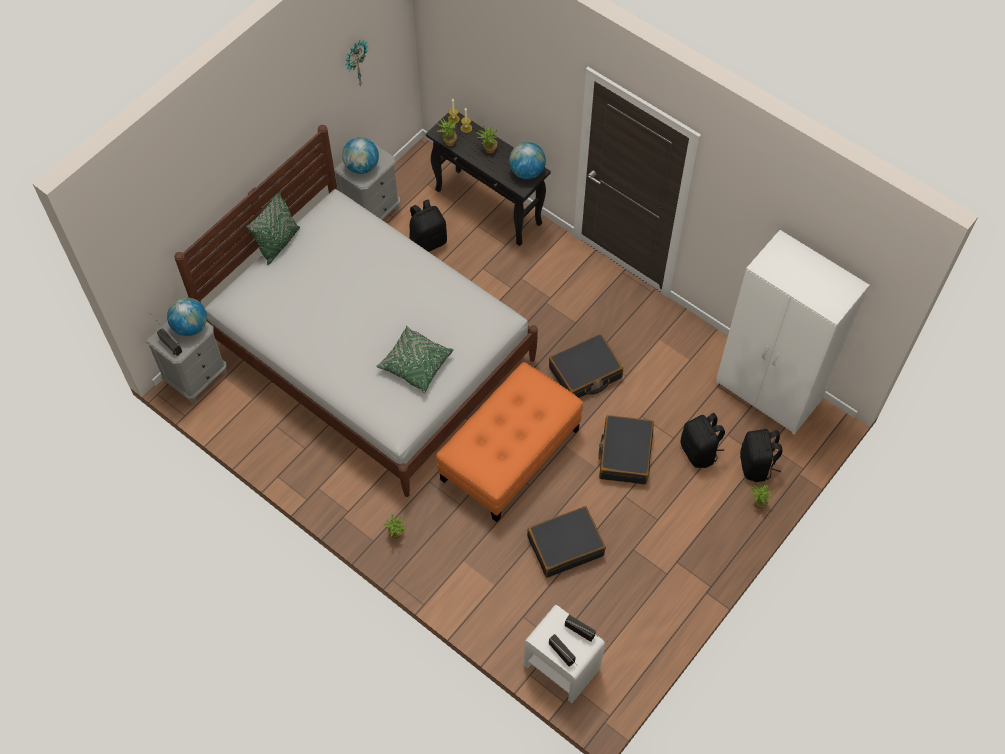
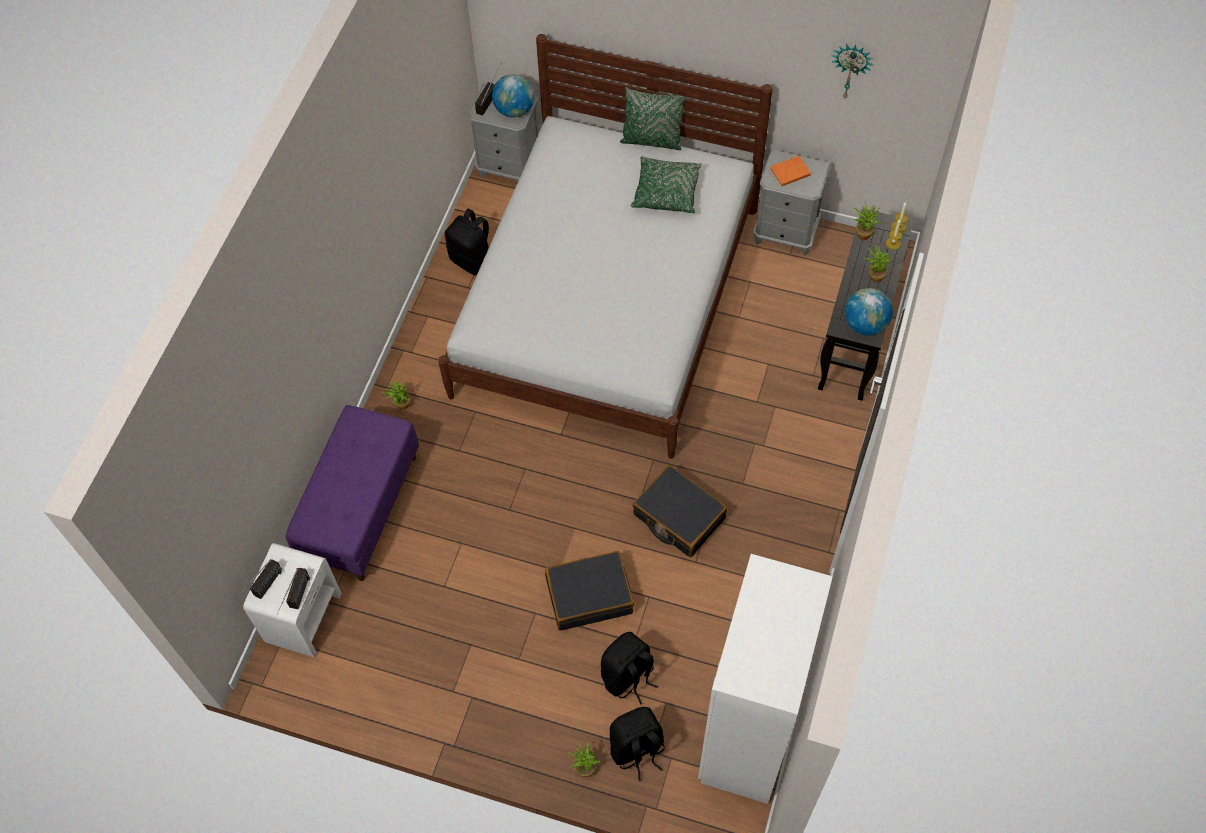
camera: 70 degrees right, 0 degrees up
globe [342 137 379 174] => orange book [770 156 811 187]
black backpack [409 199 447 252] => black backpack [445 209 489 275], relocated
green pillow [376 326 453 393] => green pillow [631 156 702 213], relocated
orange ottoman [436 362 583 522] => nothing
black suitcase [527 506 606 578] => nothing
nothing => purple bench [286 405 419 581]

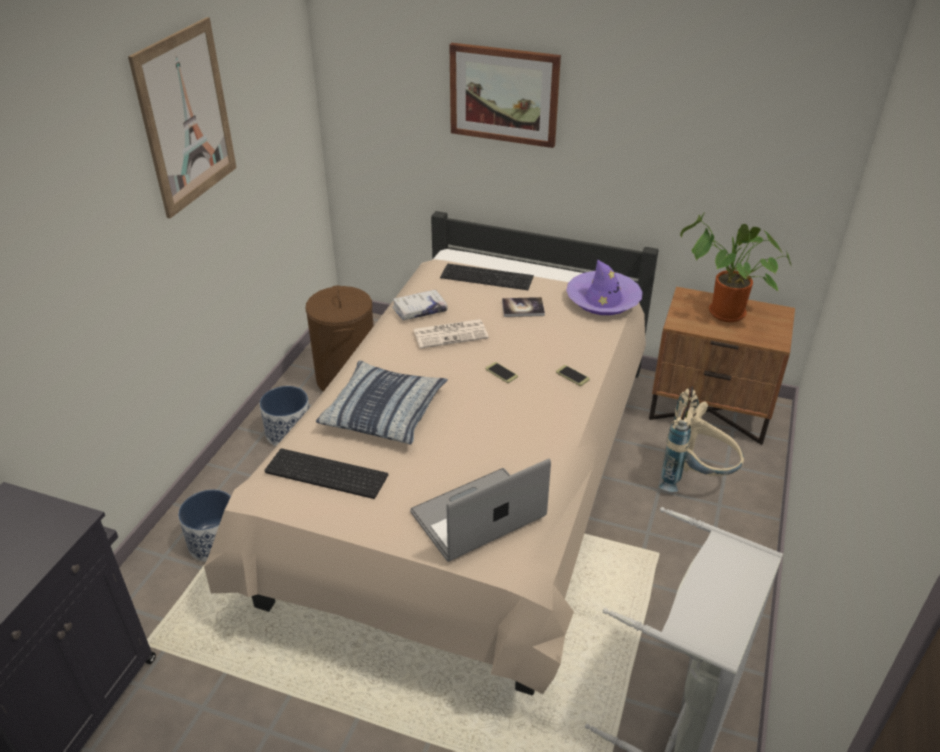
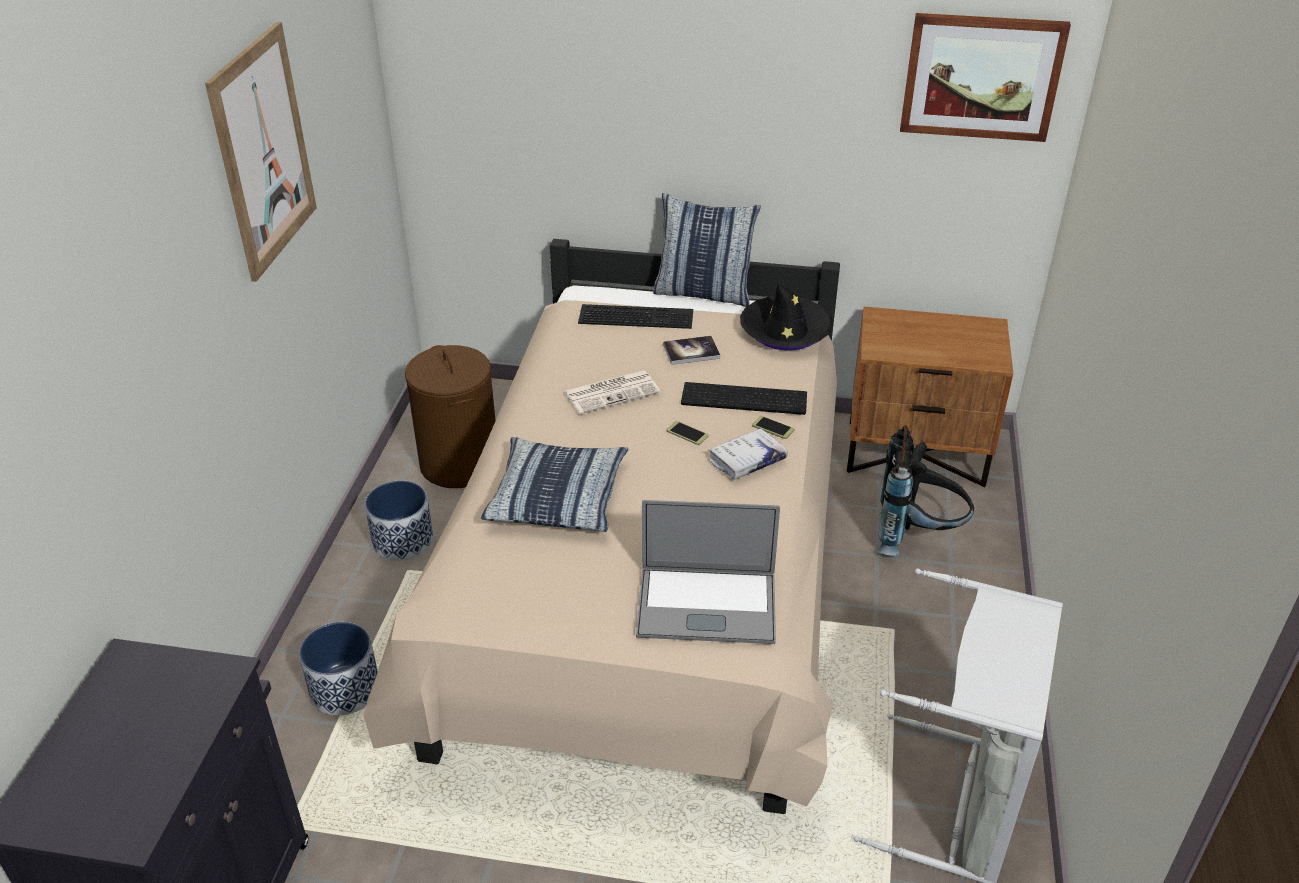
camera: 10 degrees left, 0 degrees up
picture [449 43 561 148] => picture [900 13 1071 142], relocated
potted plant [680 212 791 322] => nothing
purple hat [566 260 642 315] => black hat [740 284 833 351]
white book [392 290 448 320] => white book [708 428 788 480], relocated
beige backpack [659 386 744 492] => black backpack [877 425 974 555]
keyboard [264 448 388 499] => keyboard [681 382 807 415], relocated
laptop [410 459 551 562] => laptop [636 500 780 644], 135 degrees counterclockwise
nothing => pillow [653 193 761 307]

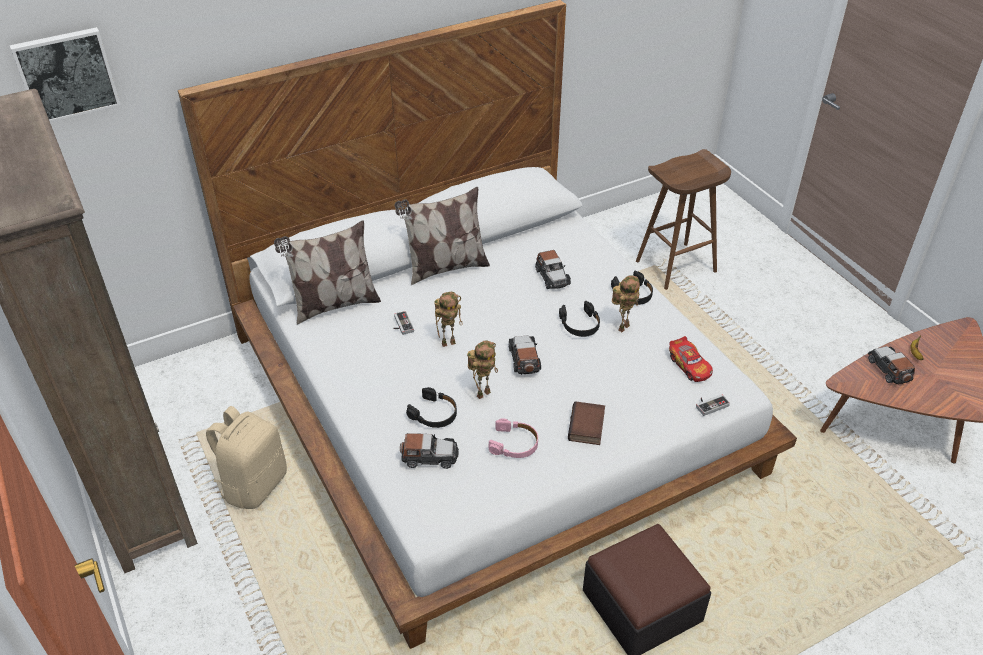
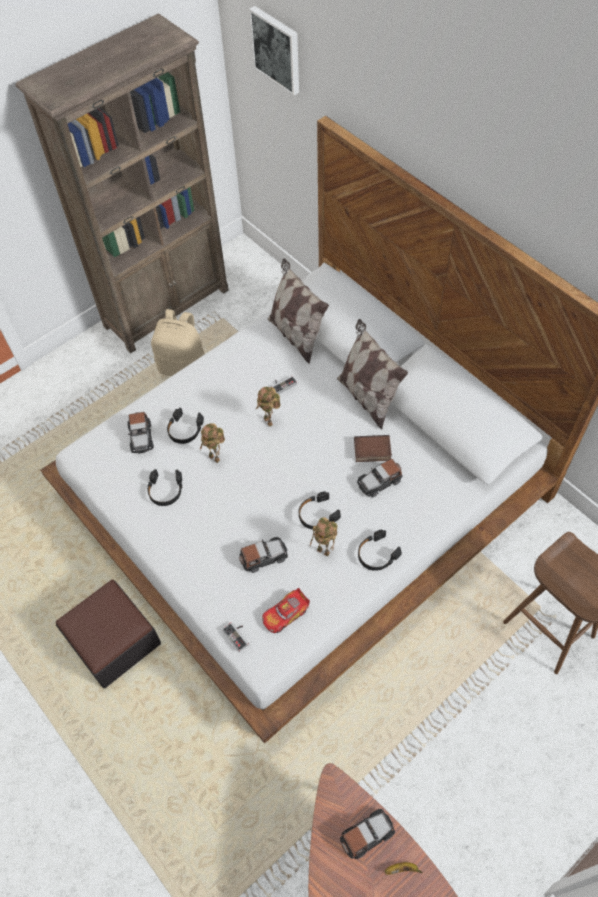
camera: 80 degrees right, 15 degrees up
toy car [509 335 541 375] => toy car [239 537 288 573], relocated
book [568 401 605 445] => book [354 435 392 462], relocated
pink headphones [488 419 538 458] => black headphones [147 469 182 506]

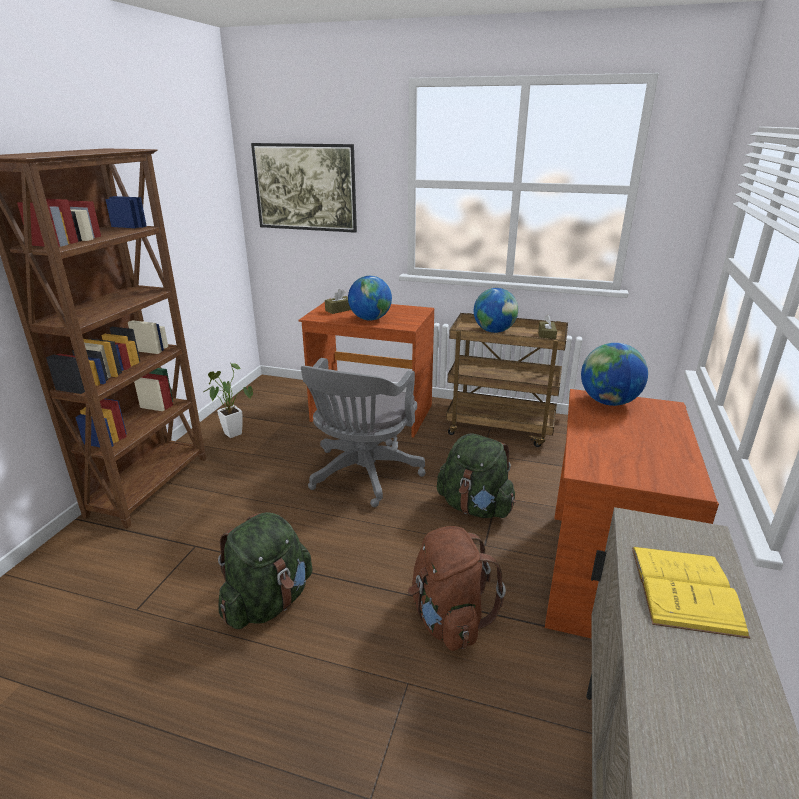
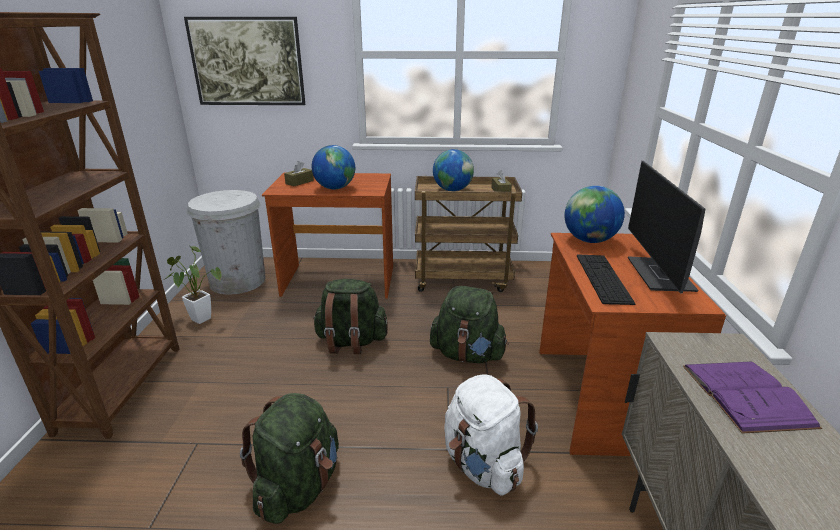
camera: 15 degrees left, 0 degrees up
grey office chair [301 358 426 507] => green backpack [312 279 388 354]
brown backpack [408 526 506 651] => white backpack [444 375 538 495]
yellow book [632 547 750 639] => purple book [683 361 822 434]
nothing => monitor [628 161 705 294]
nothing => white trash can [187 190 266 295]
nothing => keyboard [577 254 636 305]

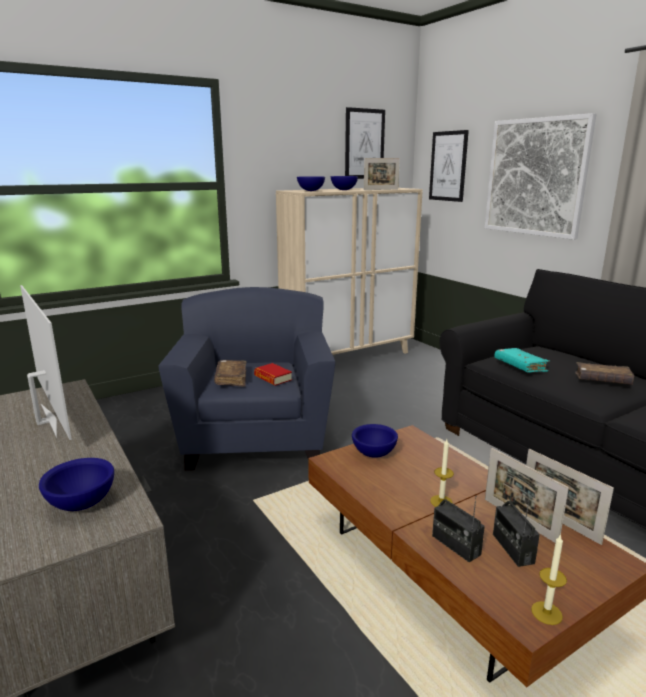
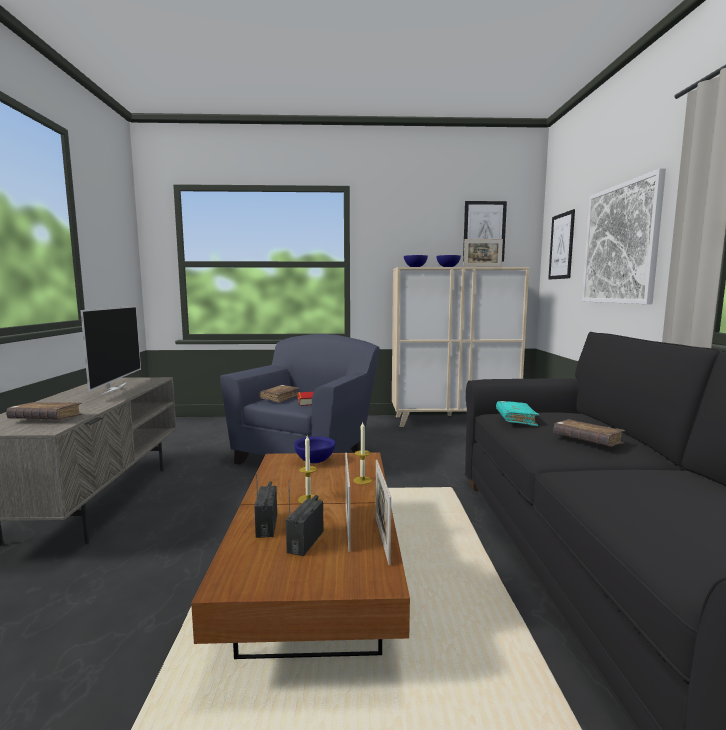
camera: 30 degrees right, 10 degrees down
blue bowl [39 458 114 511] => brown book [6 402 83 420]
candle [531 534 567 625] => candle [353 421 372 484], relocated

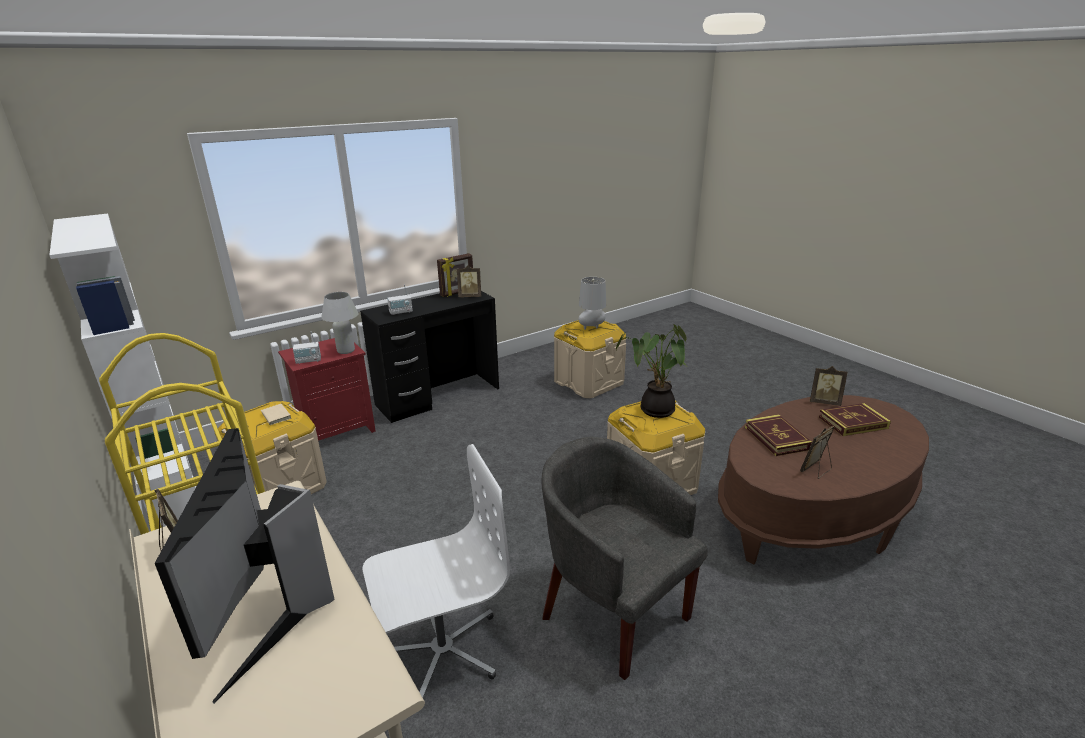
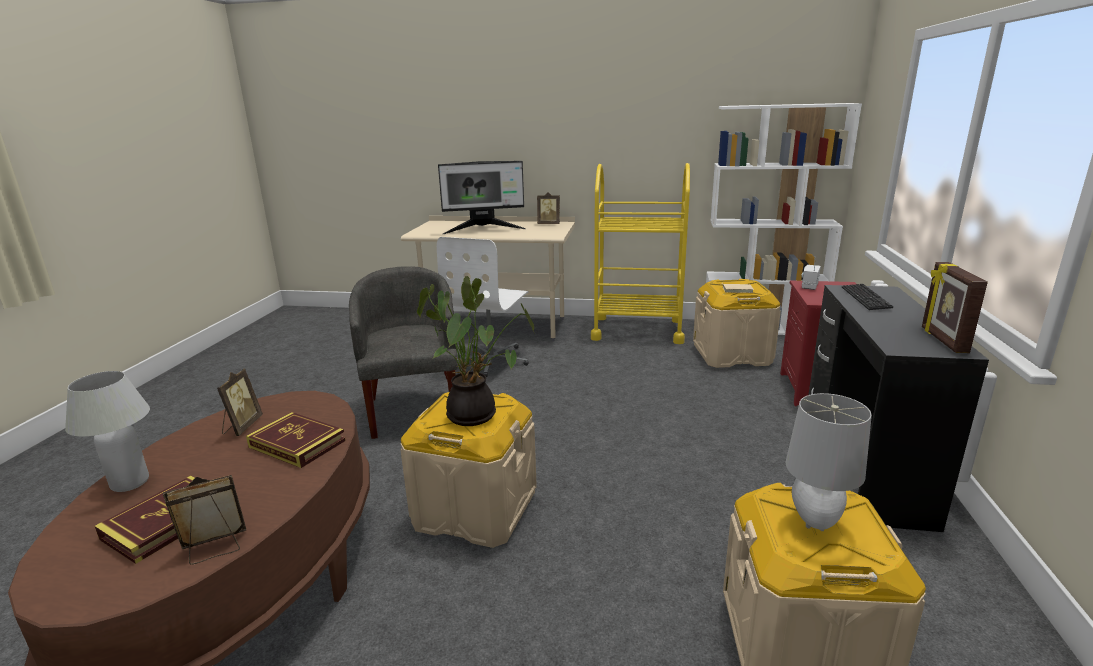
camera: 135 degrees right, 5 degrees down
picture frame [457 265 481 297] => nothing
radio [387 285 413 315] => keyboard [842 284 893 310]
white table lamp [321 292 359 354] => white table lamp [65 371 150 492], relocated
monitor [155 428 335 704] => monitor [438 161 526 234], 135 degrees clockwise
grey armchair [541 437 708 680] => grey armchair [349 266 458 439], 105 degrees counterclockwise

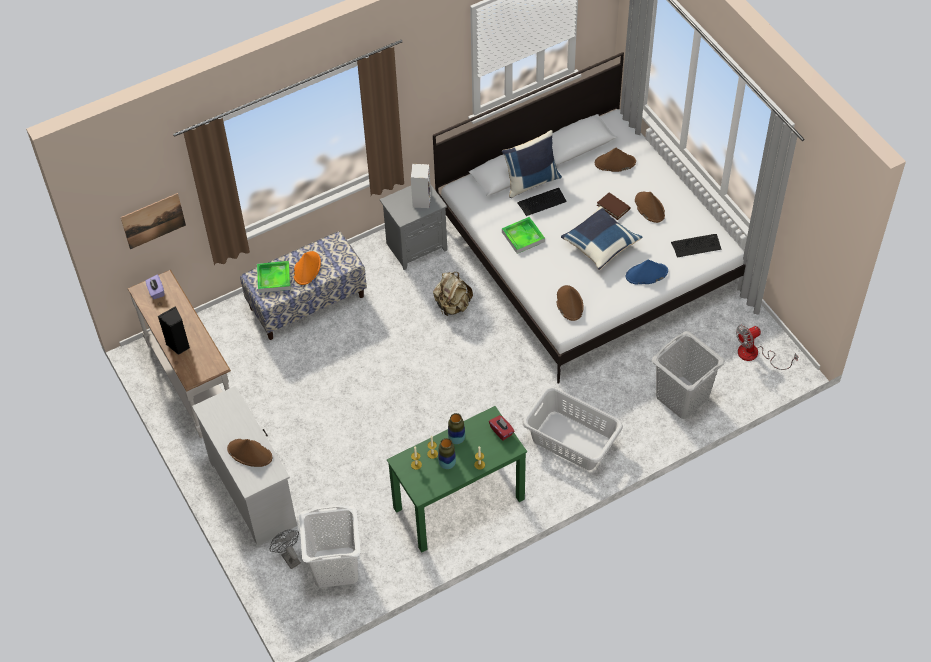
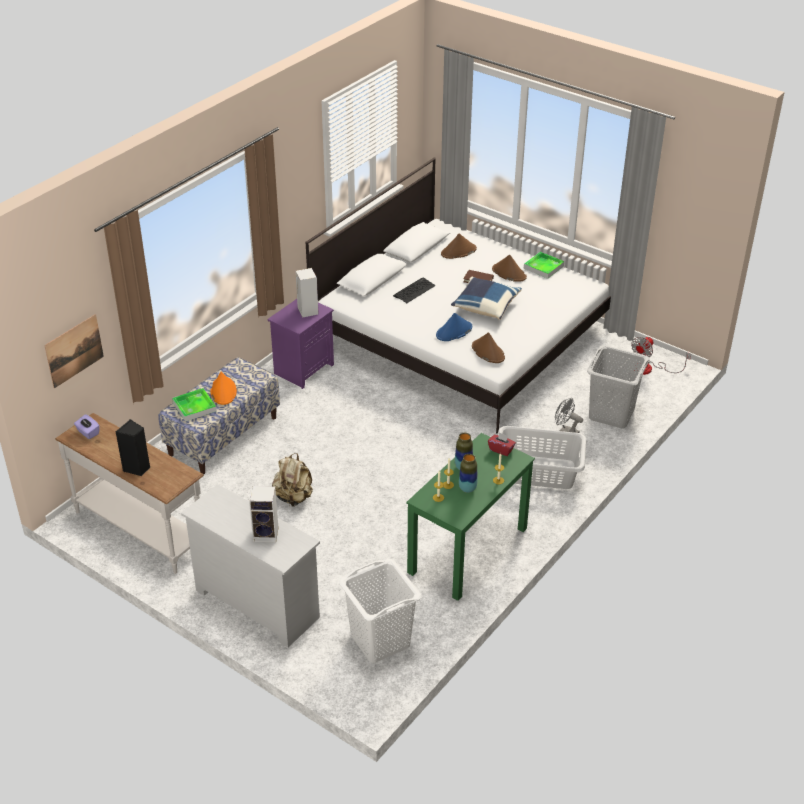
camera: 25 degrees left, 15 degrees down
blue pillow [502 130 562 198] => nothing
grey nightstand [380 185 447 270] => purple nightstand [267 299 334 389]
tray [502 217 545 254] => tray [524 252 564 279], relocated
keyboard [671 234 721 257] => nothing
blue hat [626 259 668 285] => blue hat [436 313 472 341], relocated
beige backpack [433 272 473 316] => beige backpack [272 453 313 507], relocated
brown hat [227 439 272 467] => speaker [249 486 278 542]
grey fan [269 530 301 569] => grey fan [555 398 583 433], relocated

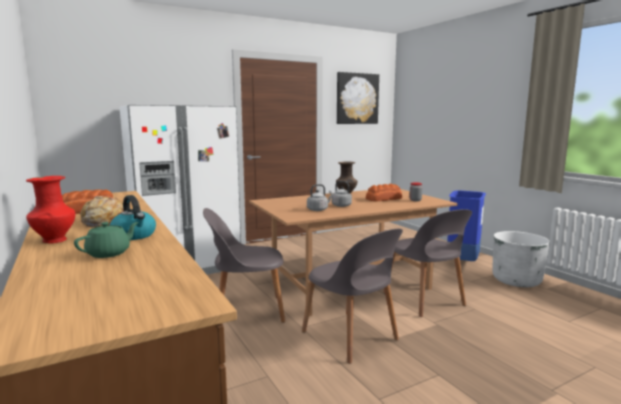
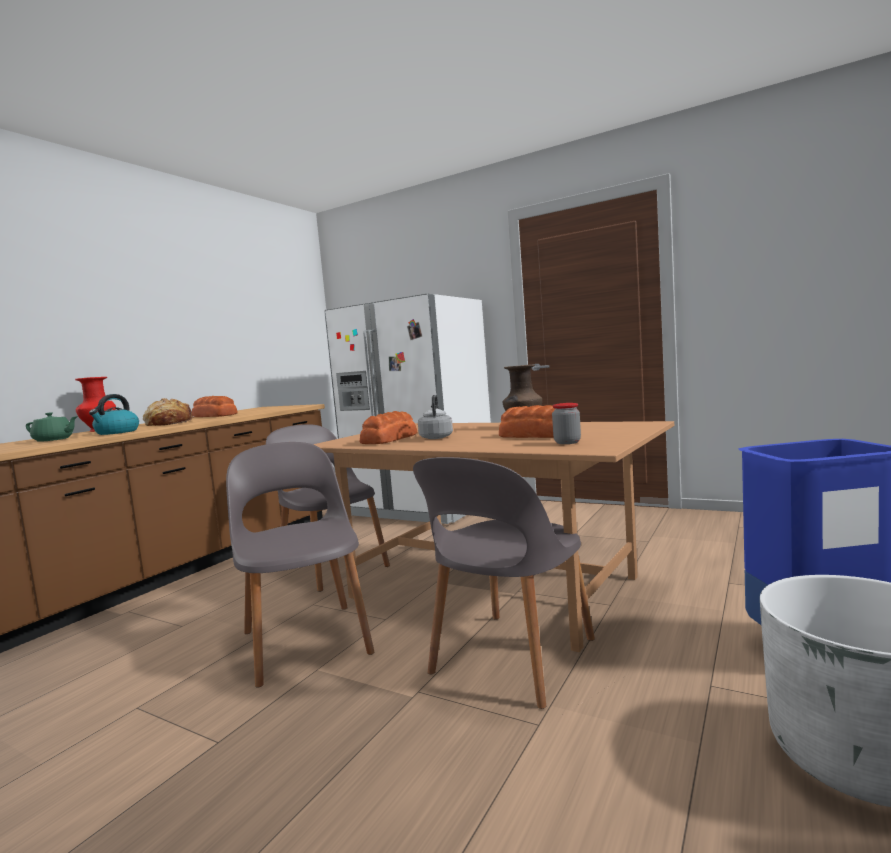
camera: 60 degrees right, 5 degrees down
picture [337 72 379 124] => nothing
grey kettle [307 184 333 211] => bread [360 411 417 444]
grey chair [302 229 403 364] => grey chair [226 442 374 688], 135 degrees clockwise

